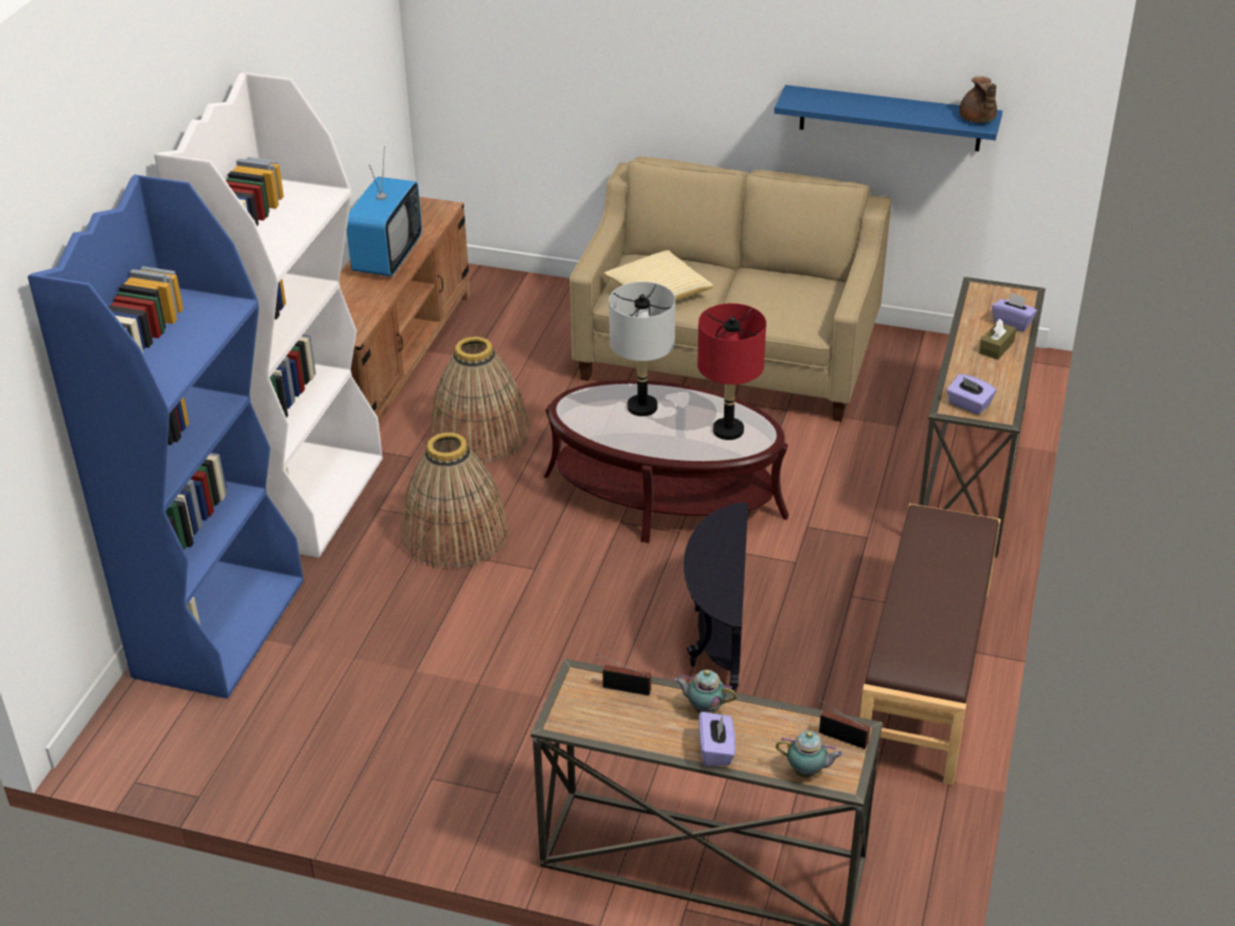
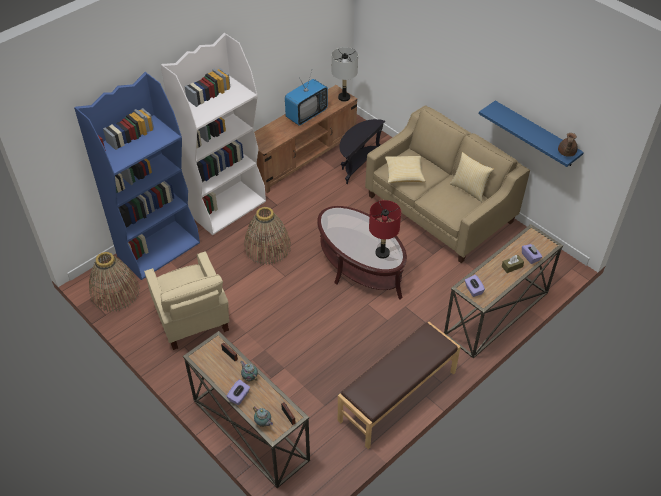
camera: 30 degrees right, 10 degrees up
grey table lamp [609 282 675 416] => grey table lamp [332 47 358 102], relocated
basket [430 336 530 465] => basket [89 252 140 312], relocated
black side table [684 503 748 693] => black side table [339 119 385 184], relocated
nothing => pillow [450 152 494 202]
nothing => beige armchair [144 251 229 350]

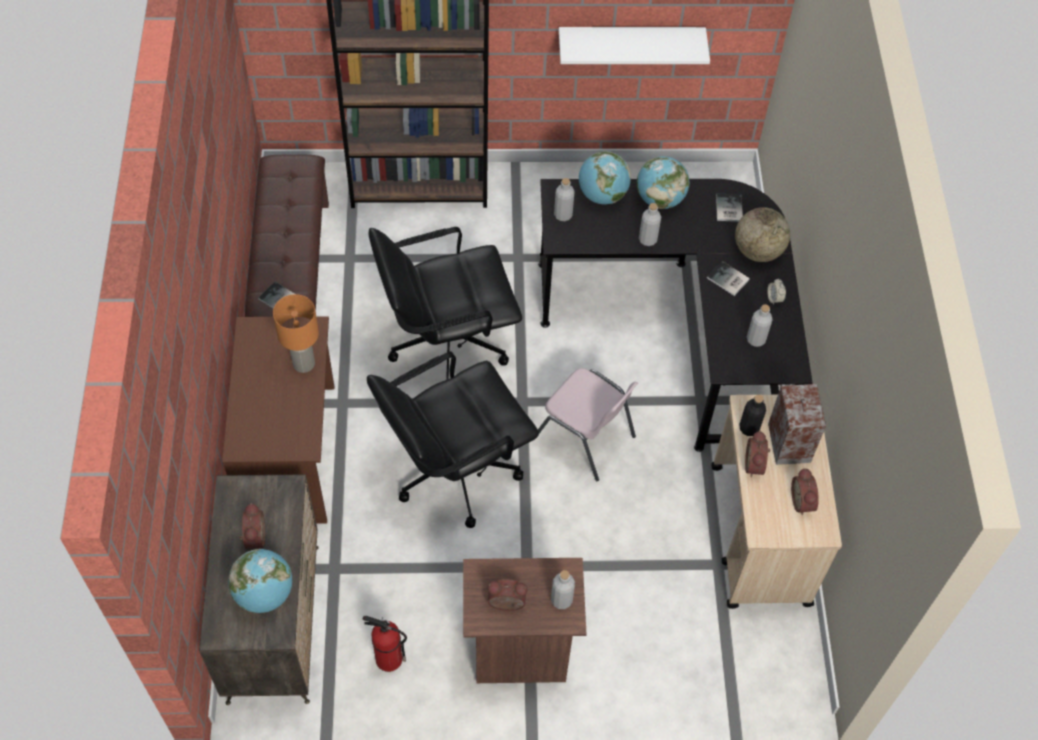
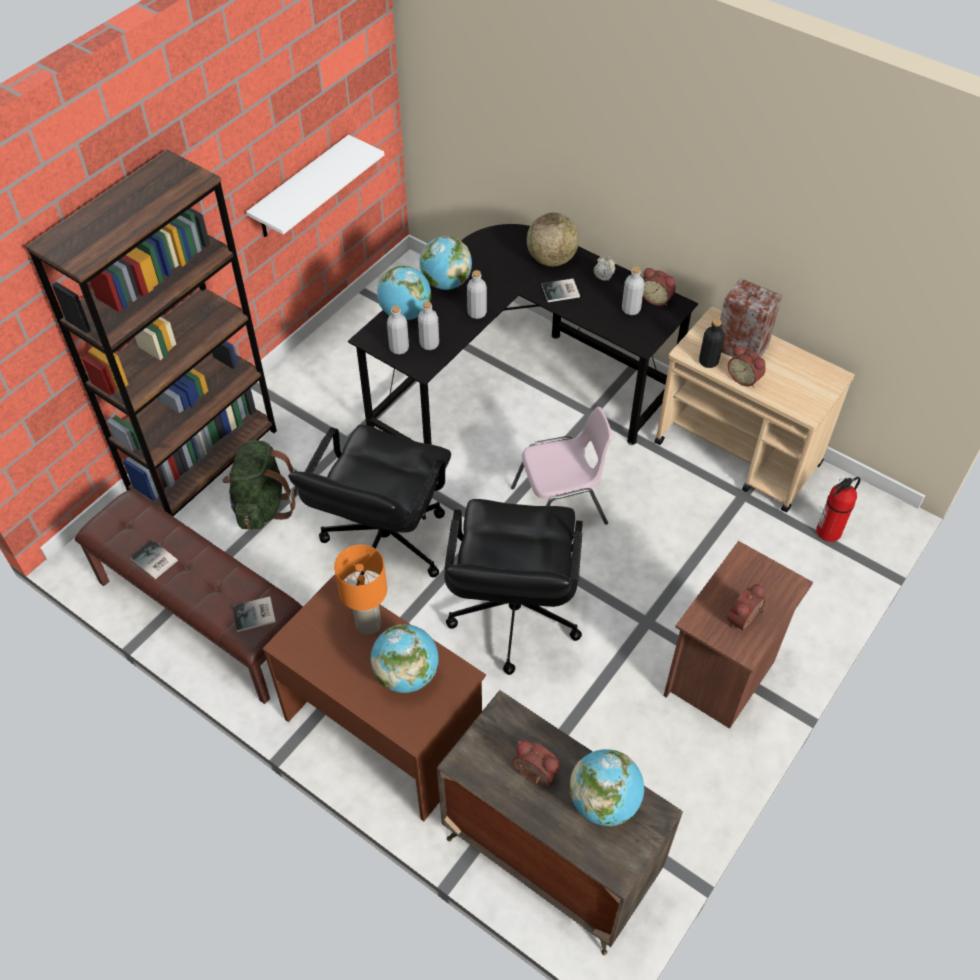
camera: 50 degrees left, 5 degrees down
book [716 193 743 222] => book [130 540 178 579], relocated
alarm clock [791 468 819 515] => alarm clock [643 268 676 306], relocated
grey bottle [551 570 575 609] => grey bottle [418 301 439 350], relocated
fire extinguisher [363 616 407 672] => fire extinguisher [816 477 861 542], relocated
nothing => green backpack [223 440 297 530]
nothing => globe [371 624 438 693]

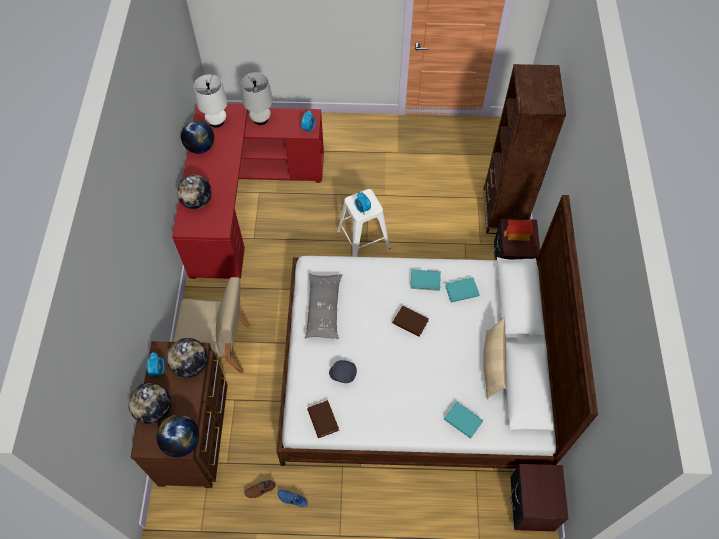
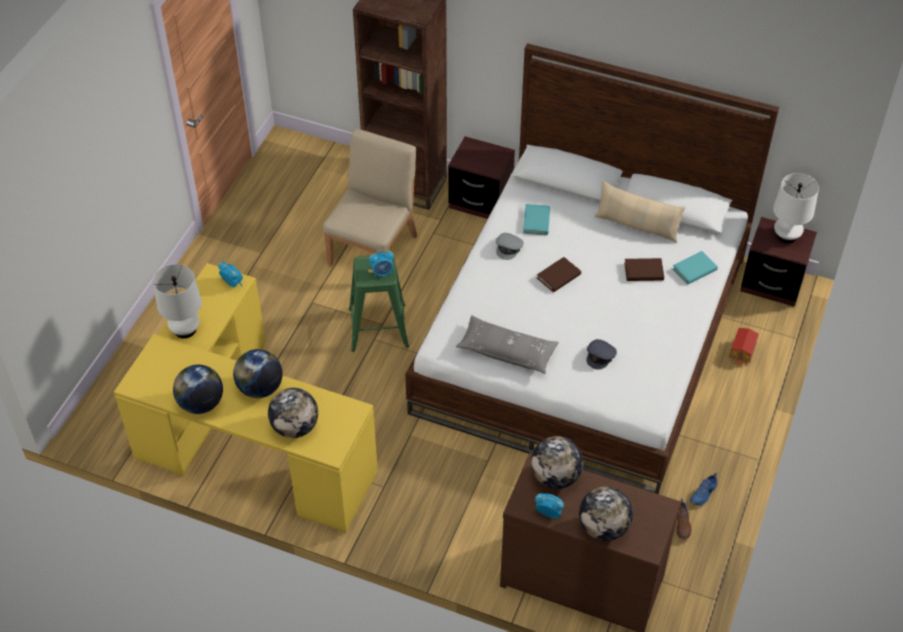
camera: 70 degrees left, 10 degrees down
white table lamp [194 74 228 128] => white table lamp [773 173 819 243], relocated
red desk [172 103 324 279] => yellow desk [114 263 378 533]
white stool [336 189 391 257] => green stool [349 256 409 352]
toy house [504 220 532 241] => toy house [729 328 759 366], relocated
turquoise book [410 270 441 291] => grey cap [496 233 524 260]
beige chair [173 277 251 373] => beige chair [323 129 417 267], relocated
brown book [307 400 339 438] => brown book [624 258 664 281], relocated
globe [156 415 199 457] => globe [233 349 283 398], relocated

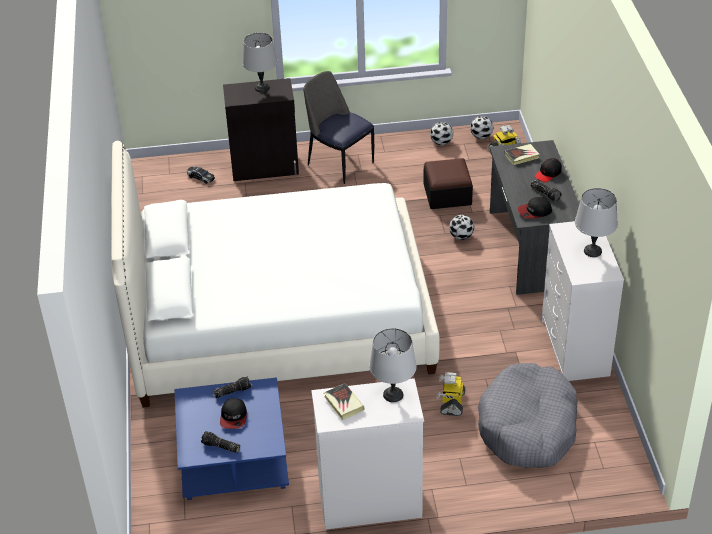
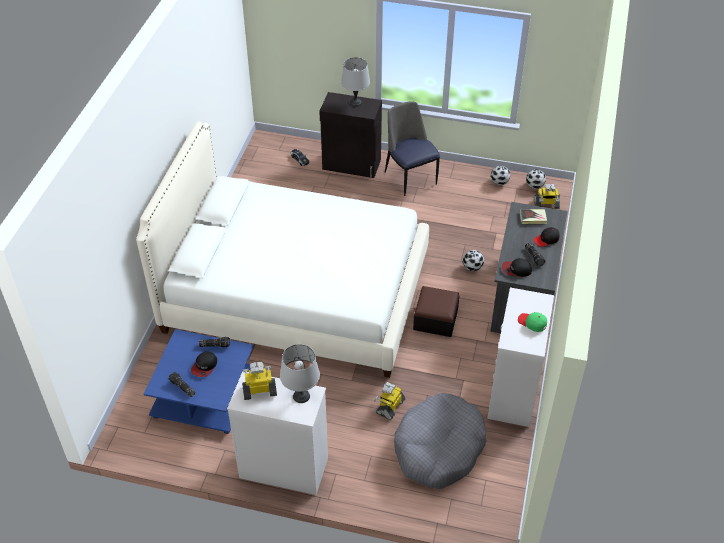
camera: 20 degrees right, 5 degrees up
ottoman [424 158 473 209] => ottoman [413 286 460 337], relocated
grey table lamp [575 188 618 257] => green cap [518 312 547 332]
book [324 383 365 420] => toy robot [242 362 277 400]

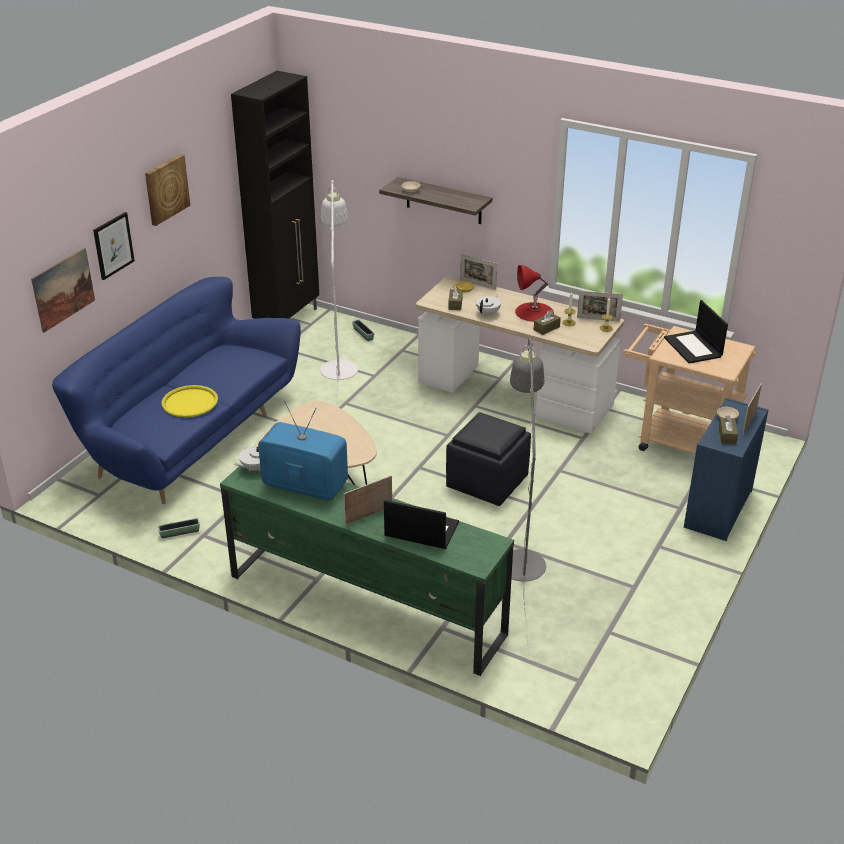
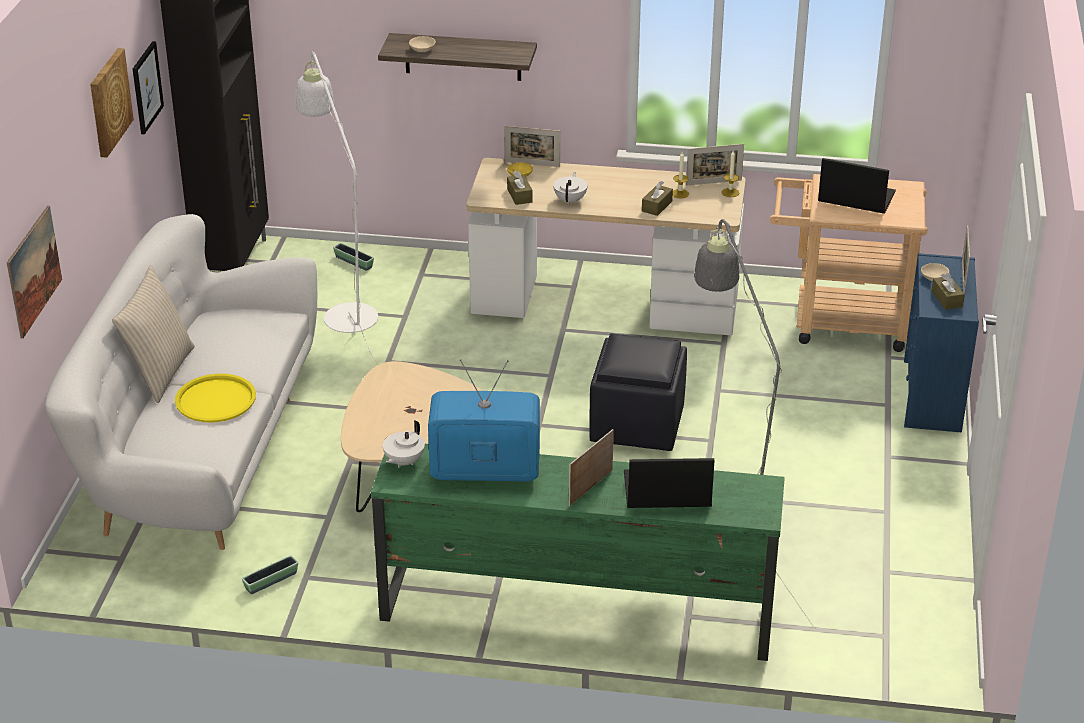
camera: 20 degrees left, 0 degrees up
picture [93 212 135 280] => picture [133 41 164 134], relocated
red table lamp [515 265 554 322] => nothing
blue sofa [52 277 301 504] => white sofa [45 214 317 550]
laptop [664 300 728 364] => laptop [818 158 896 214], 150 degrees clockwise
nothing => beige pillow [112 265 195 403]

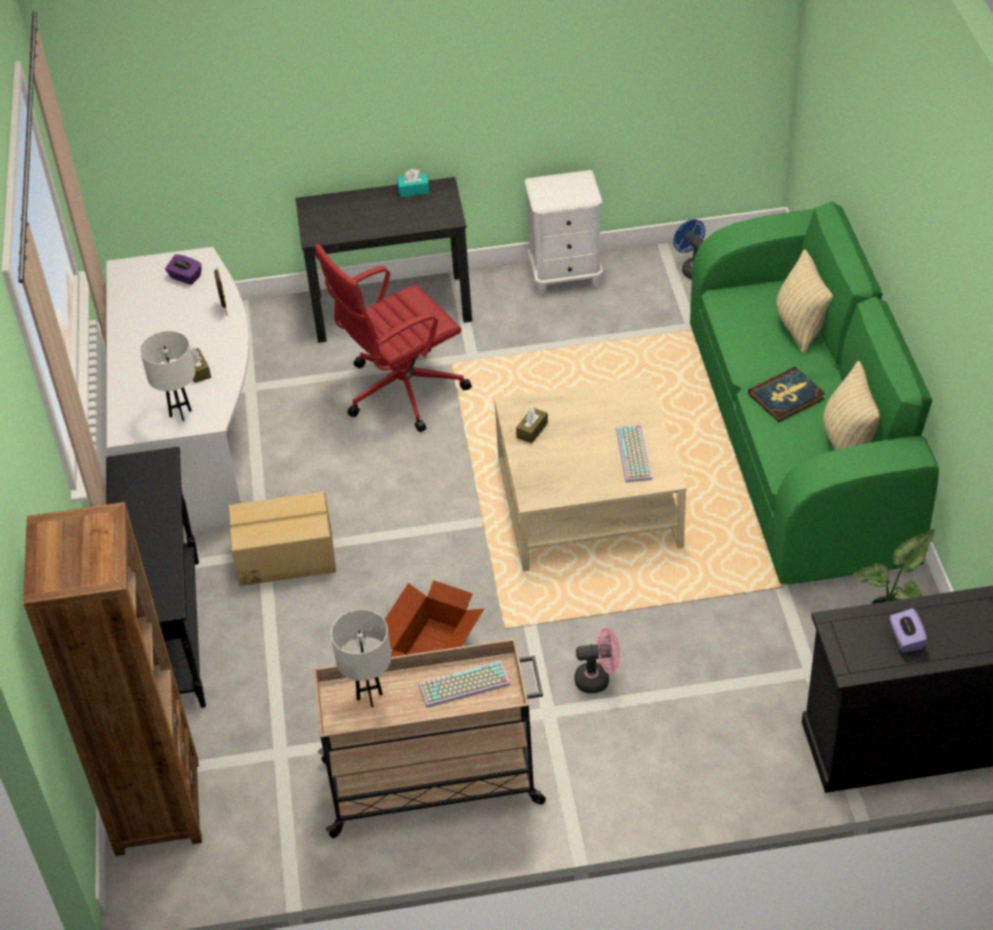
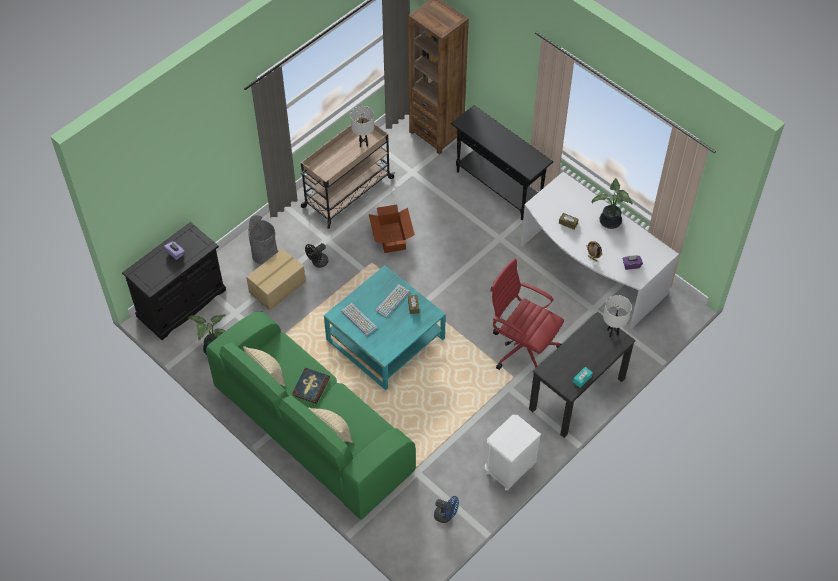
camera: 140 degrees right, 10 degrees up
red office chair [315 244 472 432] => red office chair [490 258 564 370], 75 degrees counterclockwise
white table lamp [140 331 195 421] => white table lamp [603 295 632 337], relocated
beige coffee table [494 376 686 571] => turquoise coffee table [324 265 446 390]
cardboard box [228 491 336 586] => cardboard box [246 249 306 310], relocated
pink fan [574 627 620 693] => black fan [305 243 328 268]
keyboard [418 661 510 708] => keyboard [375 285 410 318], relocated
nothing => potted plant [592 178 633 229]
nothing => grey trash can [248 215 278 265]

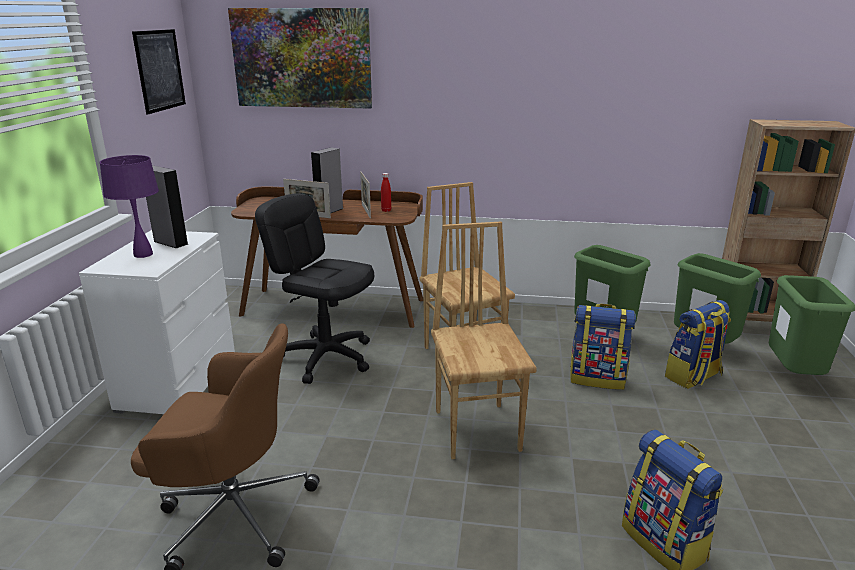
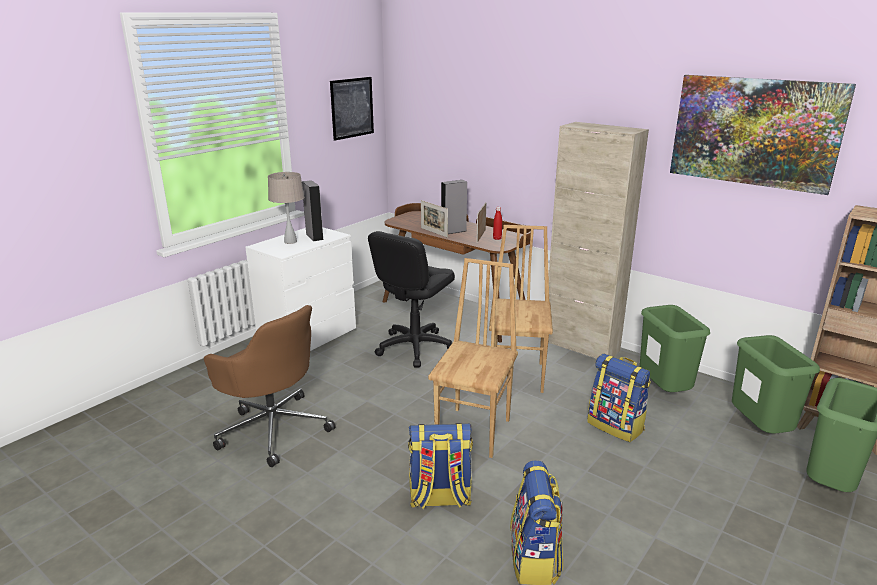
camera: 30 degrees right, 0 degrees up
picture [228 8 372 109] => picture [670 75 856 195], relocated
purple table lamp [99 155 159 258] => beige table lamp [268 172 305 244]
black office chair [255 193 374 384] => black office chair [368 231 455 368], 120 degrees counterclockwise
backpack [665 300 731 389] => backpack [408 423 473 509], relocated
nothing => beige cabinet [548 122 649 359]

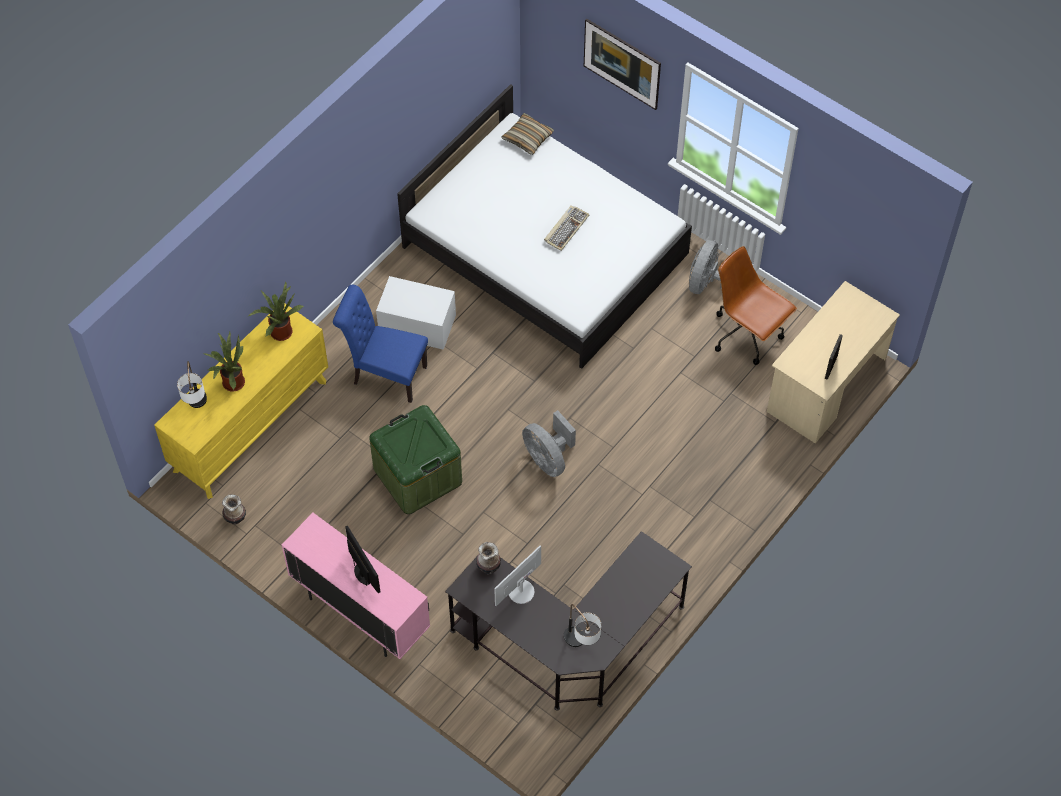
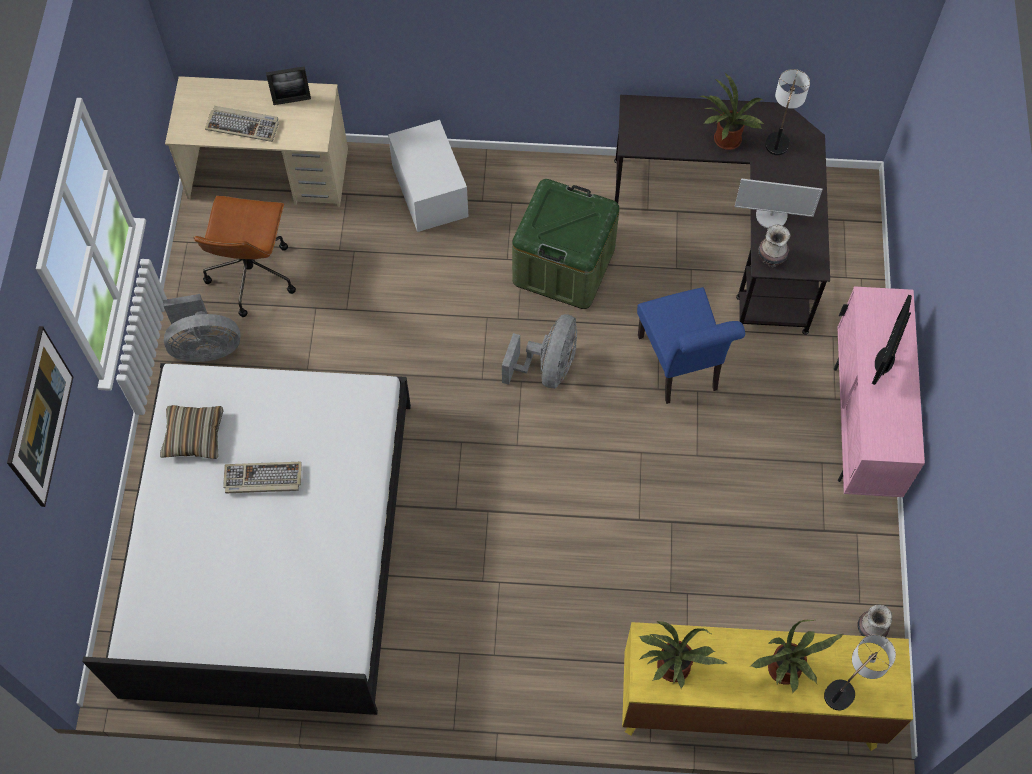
camera: 125 degrees left, 5 degrees up
pillow [502 113 554 155] => pillow [160 405 224 459], relocated
white storage box [376 276 456 350] => white storage box [388 120 469 232], relocated
blue chair [333 285 428 403] => blue chair [637 287 745 404], relocated
green storage box [369 405 462 514] => green storage box [512 179 620 309], relocated
nothing => potted plant [699 73 764 150]
nothing => keyboard [205 106 279 142]

